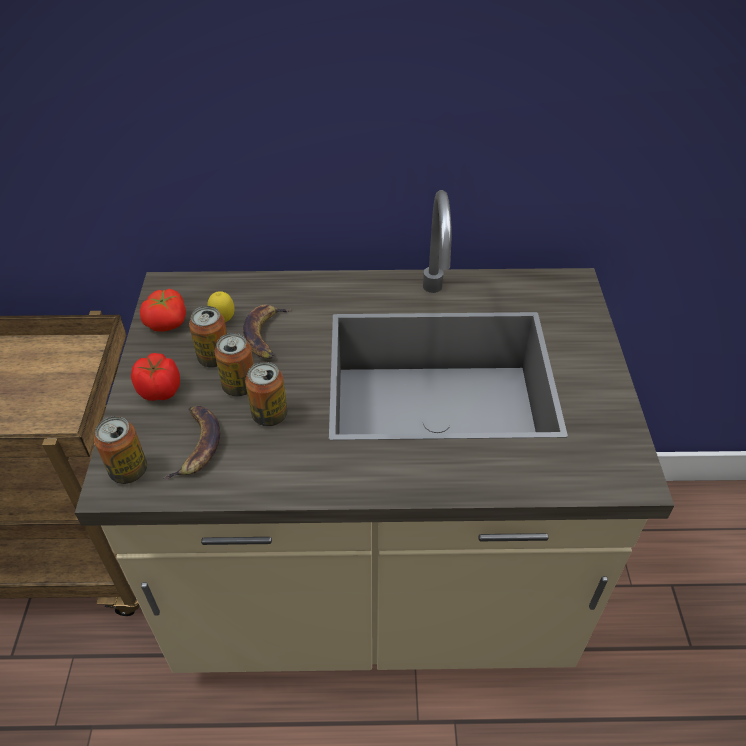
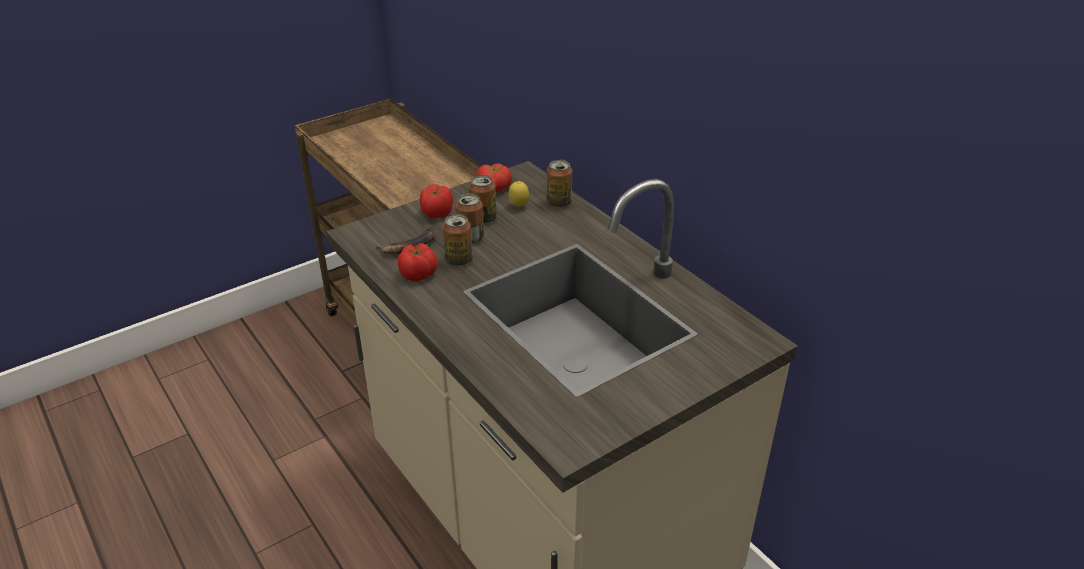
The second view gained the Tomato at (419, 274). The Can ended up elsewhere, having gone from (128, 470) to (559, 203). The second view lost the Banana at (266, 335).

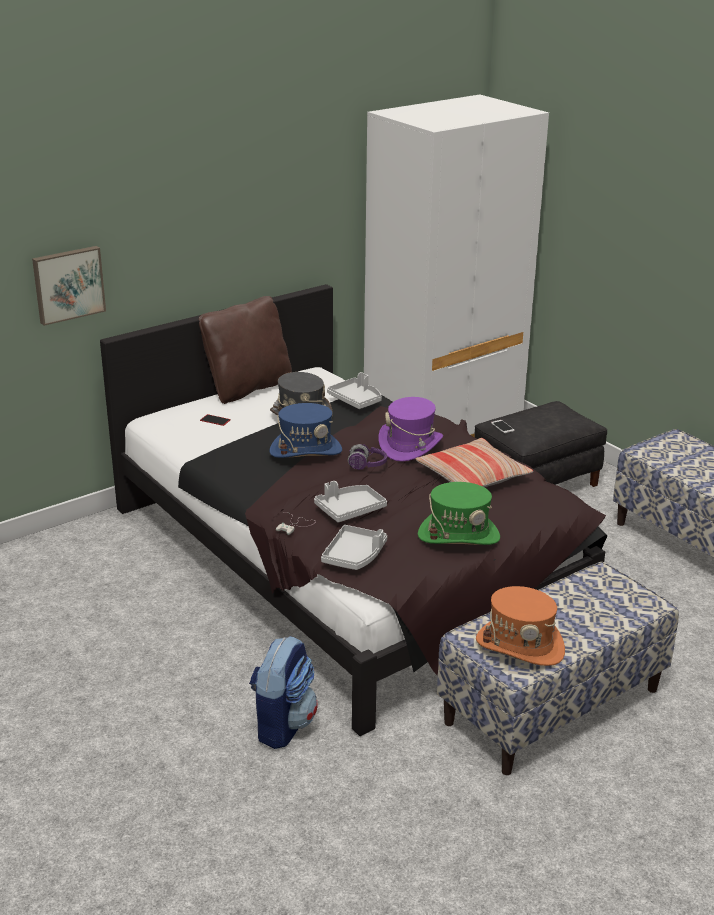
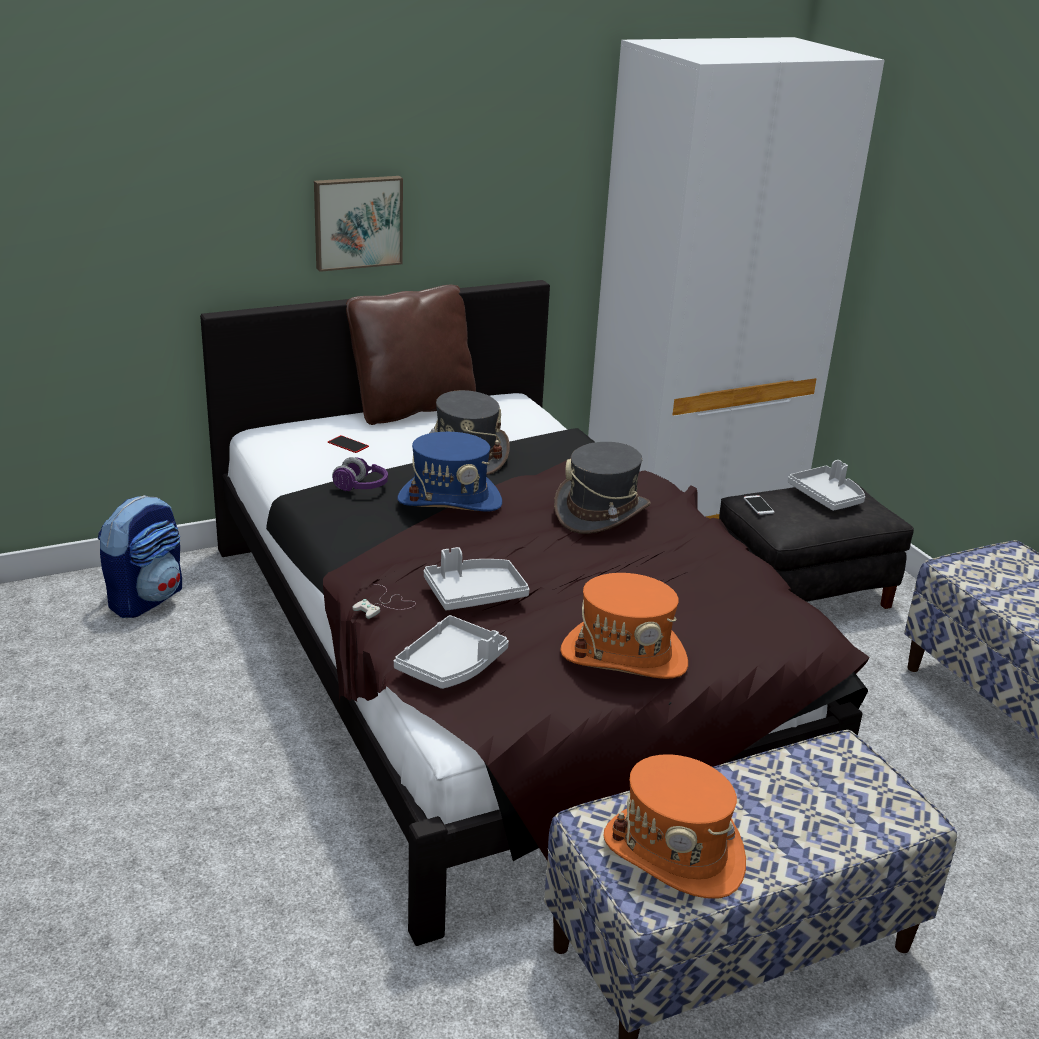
The Backpack ended up elsewhere, having gone from (283, 724) to (146, 598). The Picture ended up elsewhere, having gone from (68, 284) to (357, 222). The PurpleHeadphones ended up elsewhere, having gone from (367, 465) to (361, 487). What was the PurpleHat at (410, 445) turned into the GreyHat at (601, 513). What was the GreenHat at (458, 535) turned into the OrangeHat at (624, 657). The GreyTray ended up elsewhere, having gone from (356, 400) to (827, 497). The second view lost the Pillow at (472, 476).

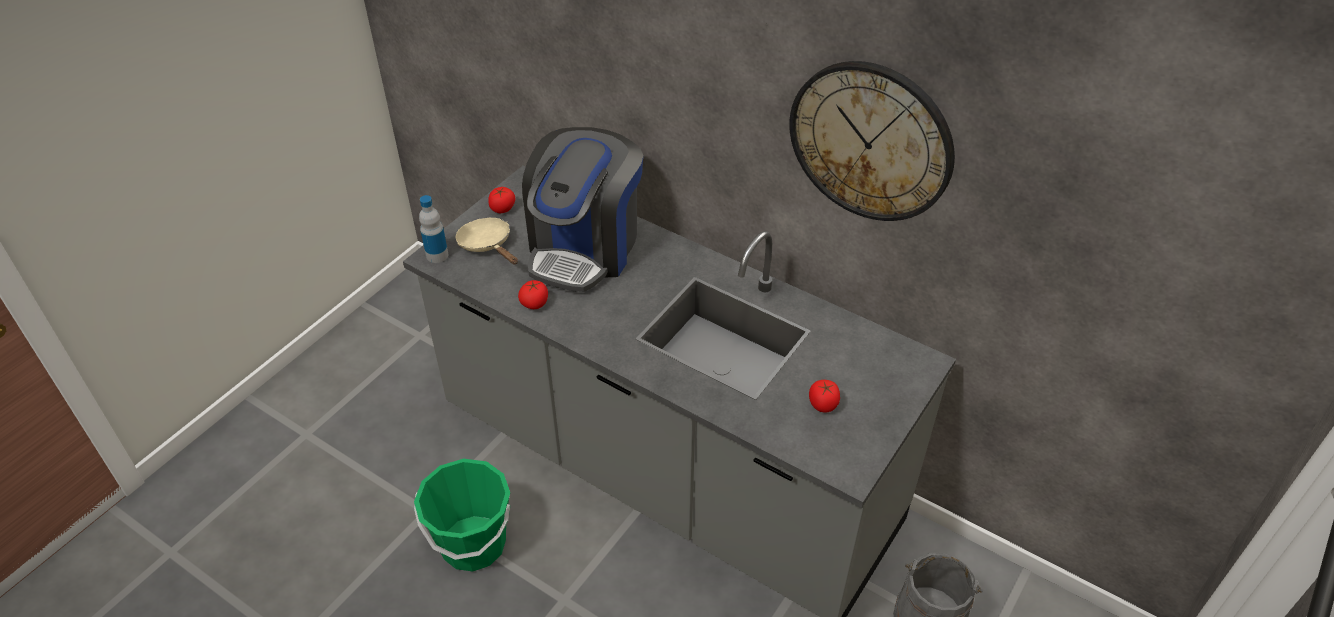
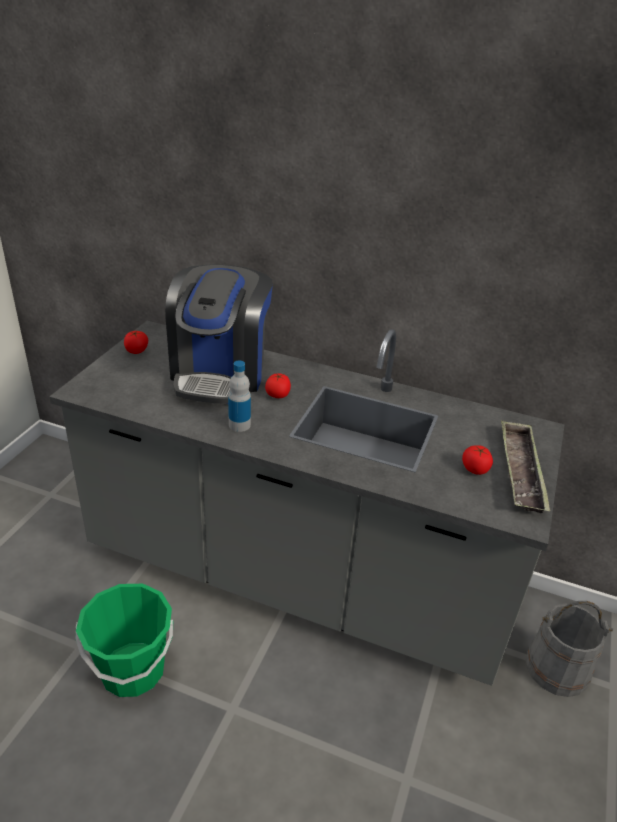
The Bottle ended up elsewhere, having gone from (437, 255) to (239, 425). The Tomato ended up elsewhere, having gone from (534, 303) to (277, 395). The second view gained the Tray at (521, 471). The second view lost the BeigeFryingPan at (488, 245). The second view lost the WallClock at (871, 141).

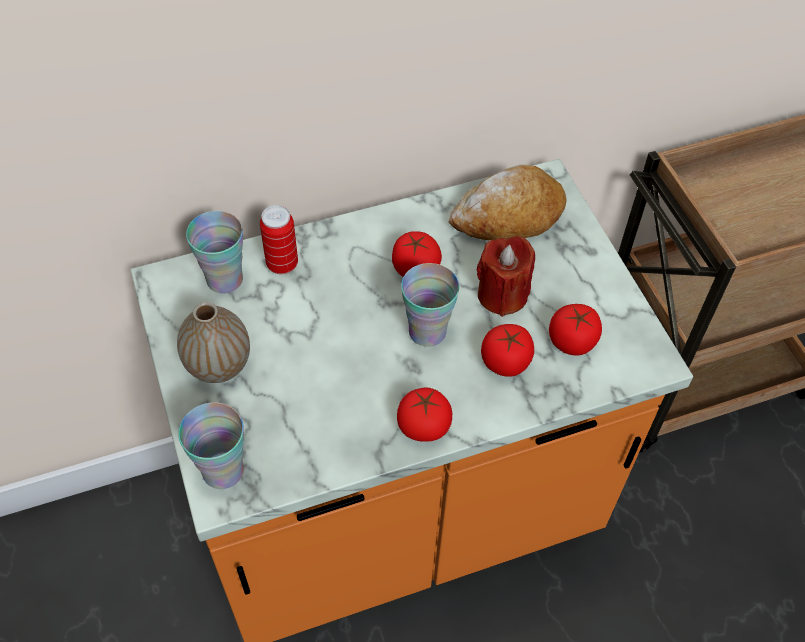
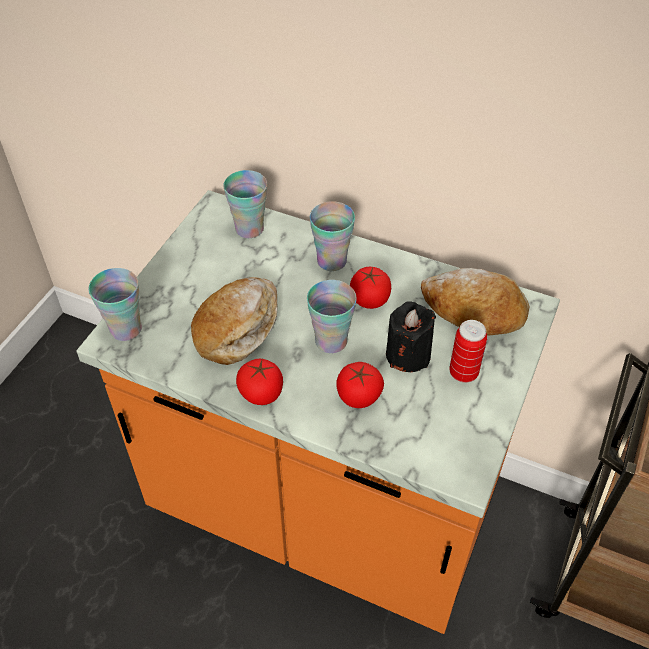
The second view gained the Bread at (237, 328). The second view gained the Cup at (331, 261). What was the RedCandle at (502, 295) turned into the BlackCandle at (408, 355). The Can ended up elsewhere, having gone from (282, 264) to (463, 373). The second view lost the Vase at (219, 365). The second view lost the Tomato at (572, 341).

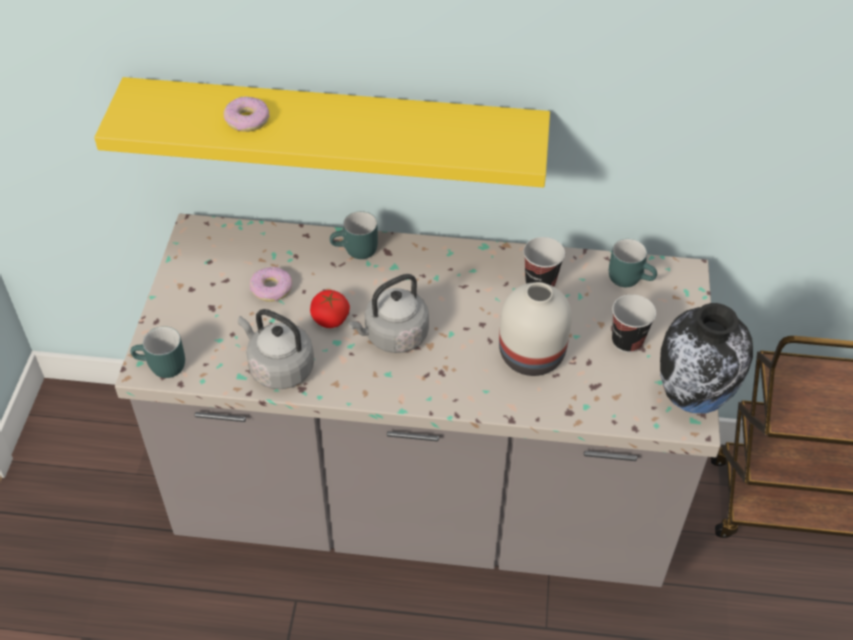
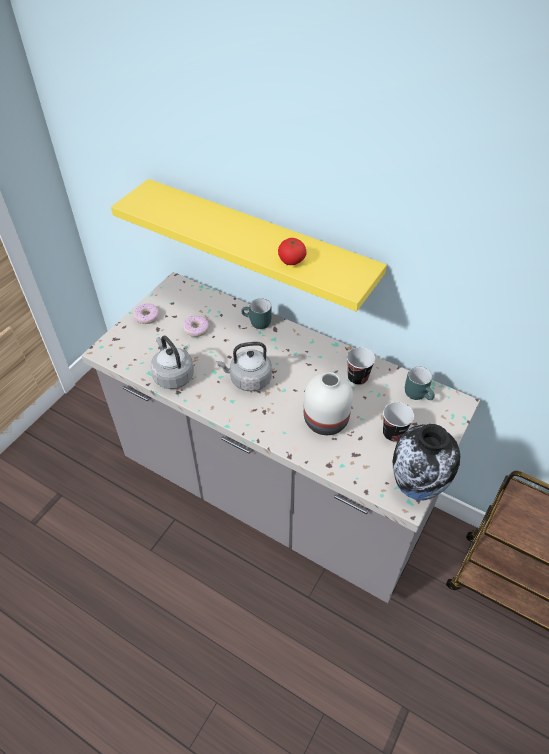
The Donut ended up elsewhere, having gone from (247, 120) to (146, 317). The Tomato ended up elsewhere, having gone from (330, 319) to (291, 261). The second view lost the TurquoiseMug at (161, 368).

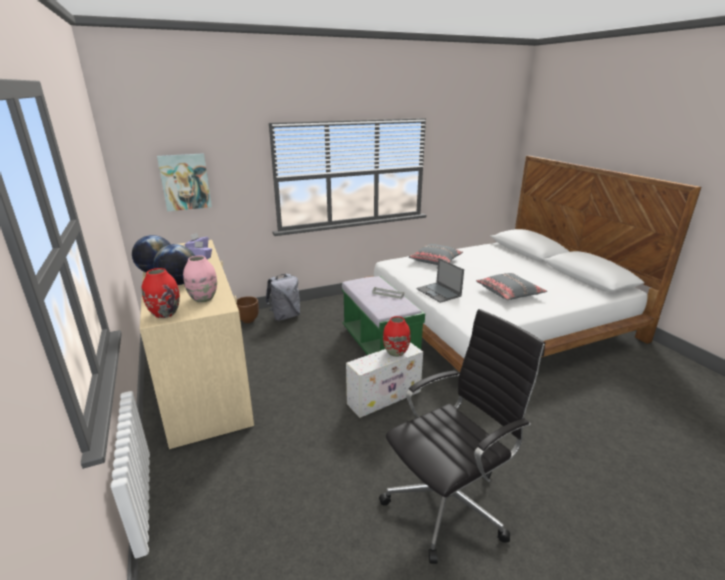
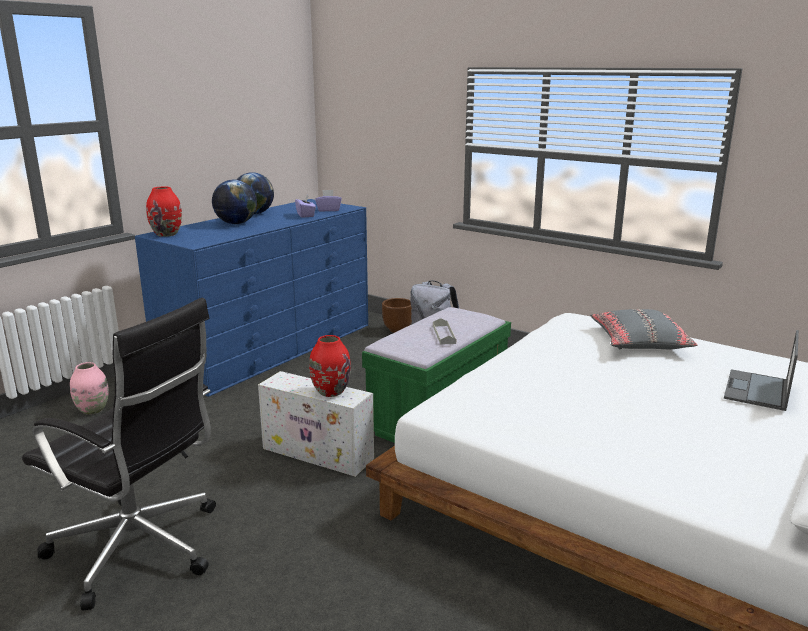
The PinkVase ended up elsewhere, having gone from (204, 298) to (93, 410). What was the BeigeDresser at (203, 376) turned into the BlueDresser at (270, 347). The Laptop ended up elsewhere, having gone from (439, 292) to (757, 390). The second view lost the Picture at (185, 182). The second view lost the GreyPillow at (509, 293).

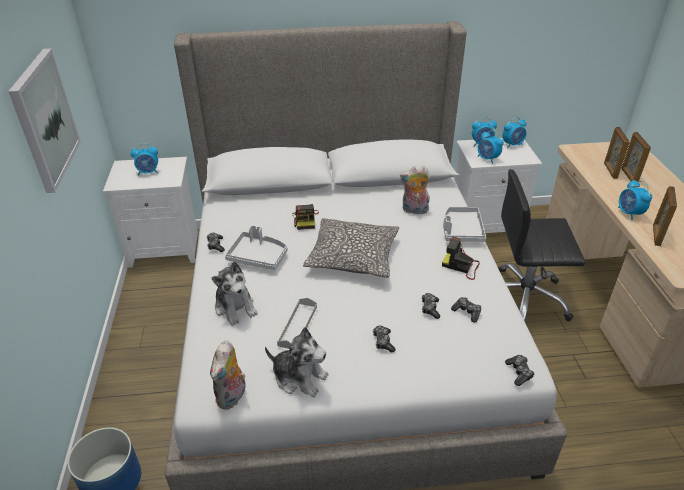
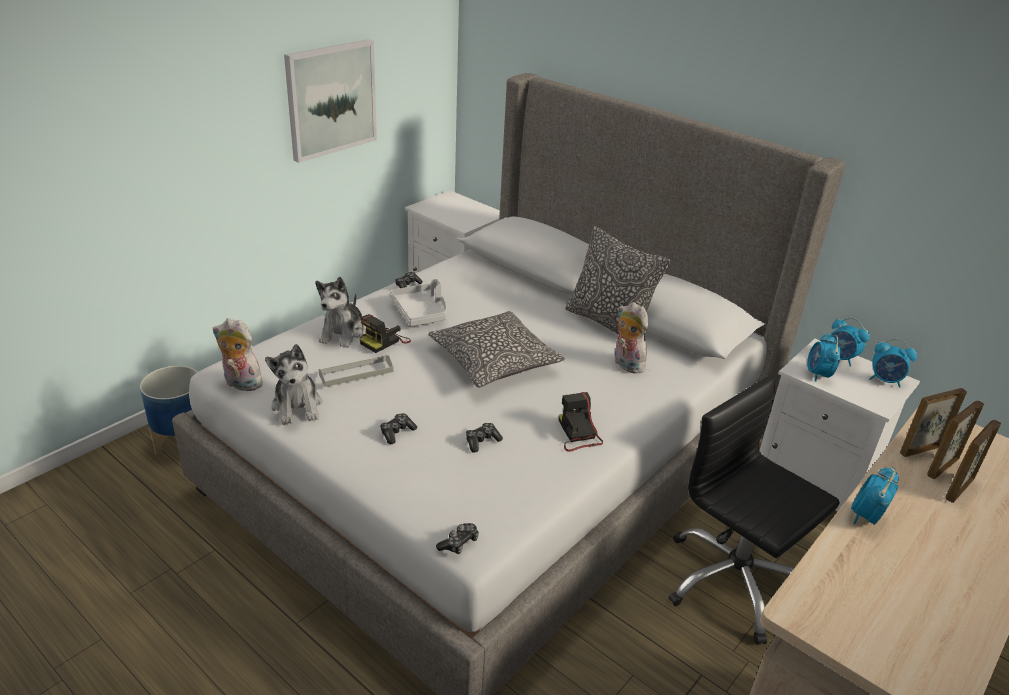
The PlushToy at (232, 397) ended up facing another way, 45 degrees clockwise from before. The PhotoCamera ended up elsewhere, having gone from (305, 220) to (384, 341). The second view gained the Pillow at (609, 324). The PictureFrame ended up elsewhere, having gone from (656, 235) to (920, 449). The second view lost the AlarmClock at (148, 172). The second view lost the GreyTray at (461, 230). The second view lost the GameController at (467, 312).

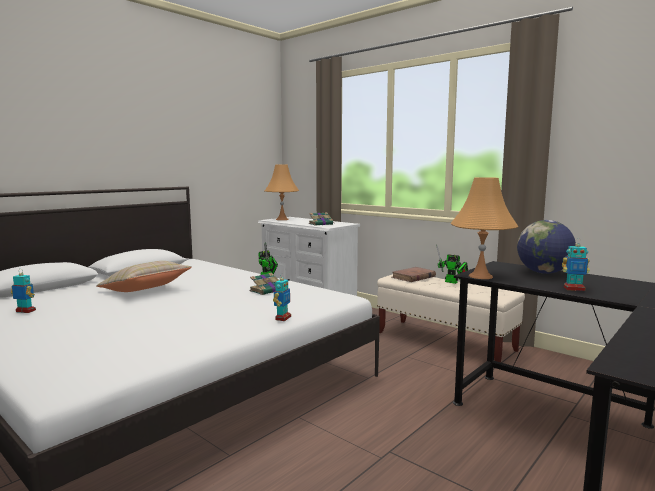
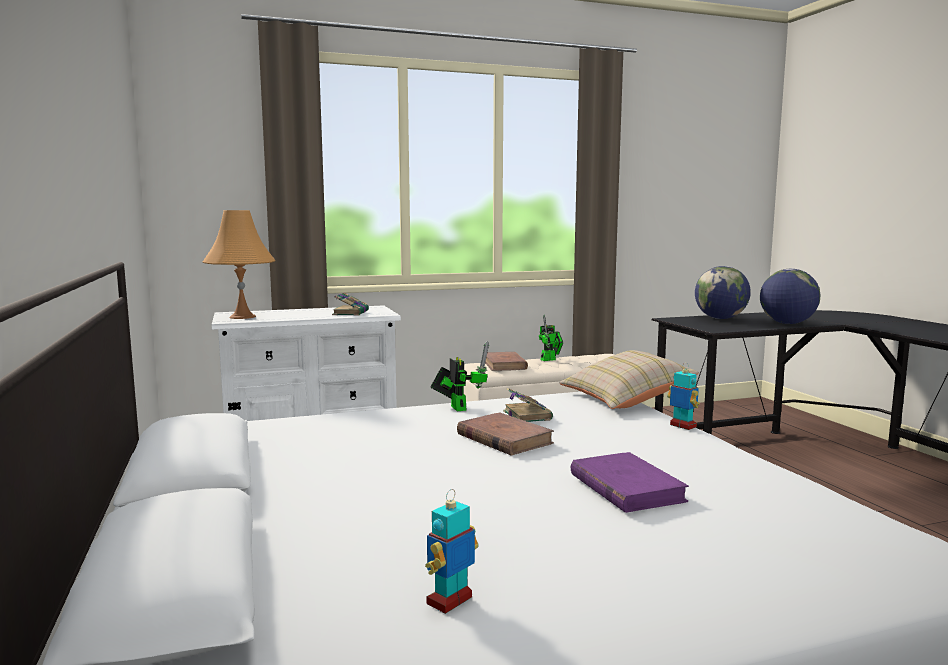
The second view gained the BrownBook at (504, 439). The BeigePillow ended up elsewhere, having gone from (145, 290) to (625, 399). The second view gained the PurpleBook at (626, 487). Where the ToyRobot stood at (574, 289), the Globe came to stand at (787, 323). The second view lost the OrangeTableLamp at (480, 276).

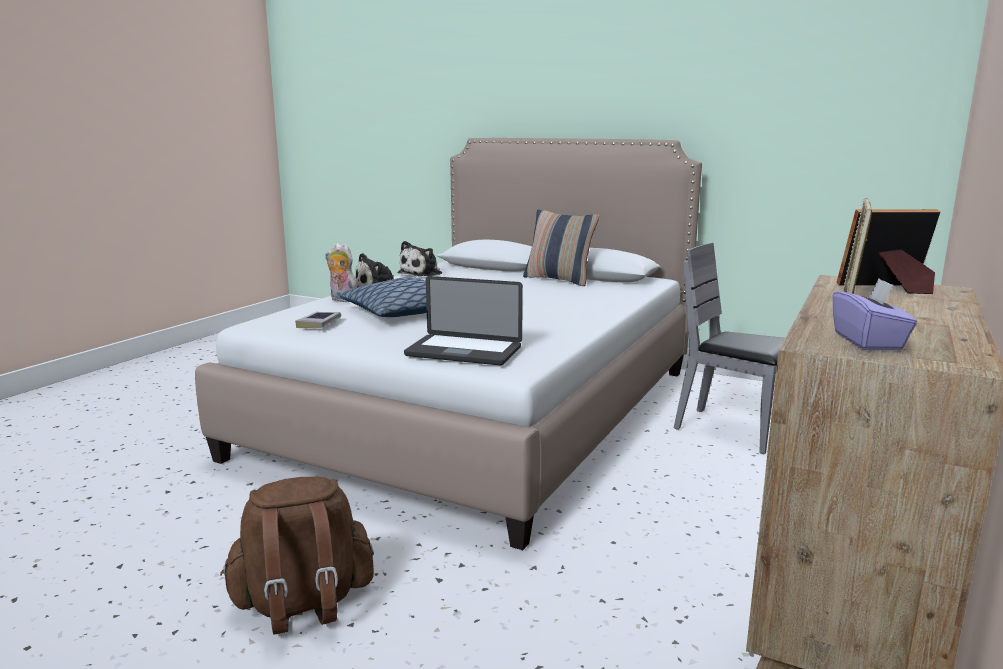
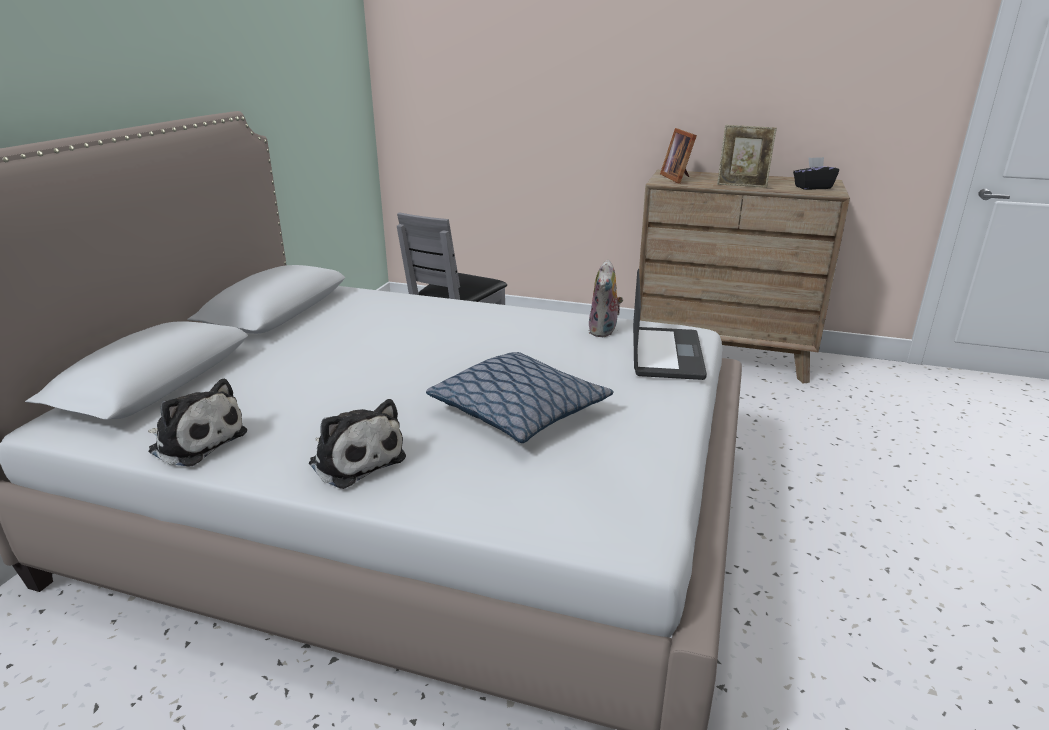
The PlushToy ended up elsewhere, having gone from (342, 300) to (604, 331). What was the PurpleTissueBox at (868, 342) turned into the BlackTissueBox at (812, 187). The second view lost the BrownBackpack at (303, 604). The second view lost the Book at (319, 323). The second view lost the Pillow at (559, 280).

